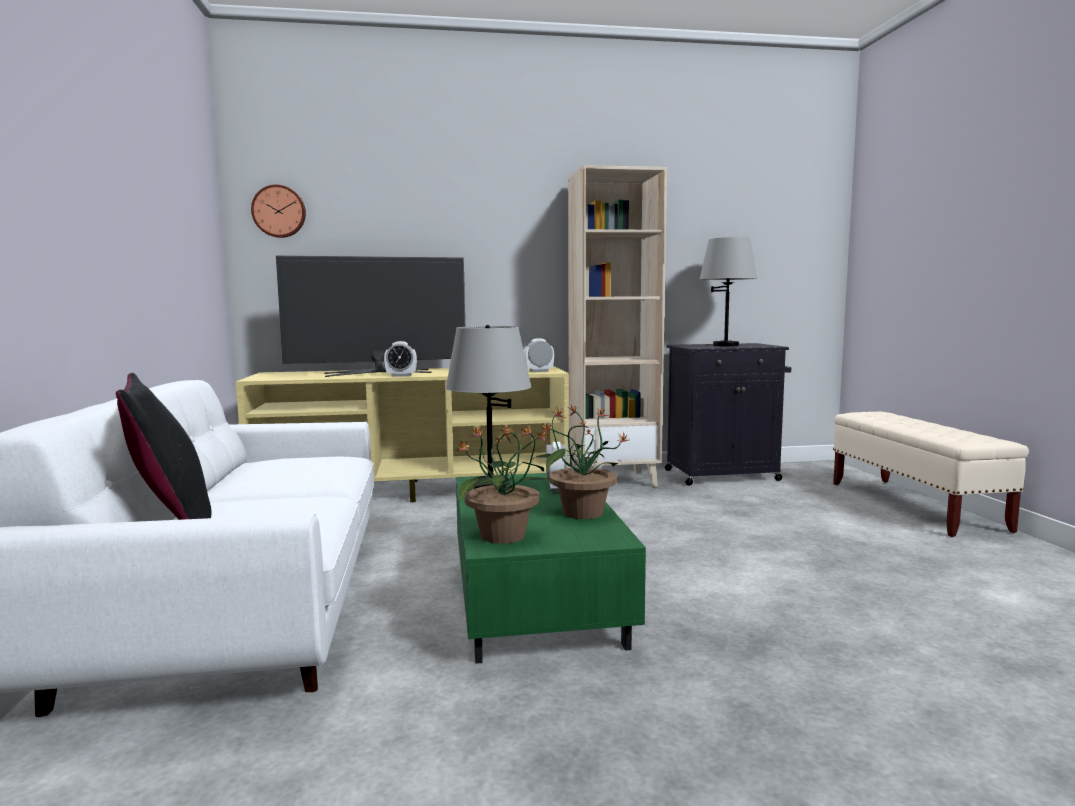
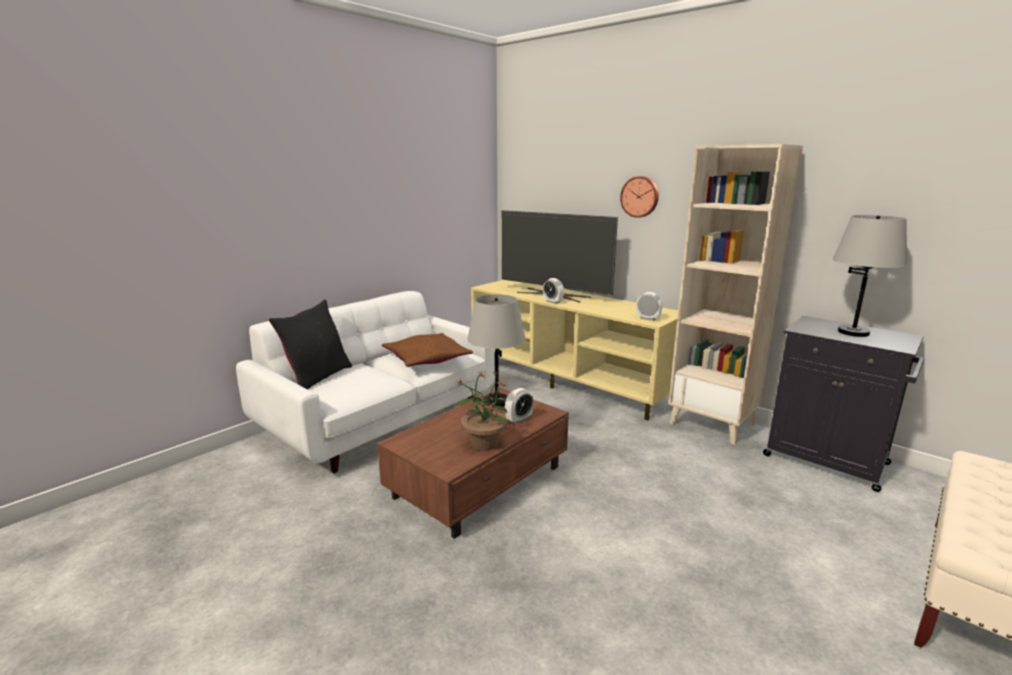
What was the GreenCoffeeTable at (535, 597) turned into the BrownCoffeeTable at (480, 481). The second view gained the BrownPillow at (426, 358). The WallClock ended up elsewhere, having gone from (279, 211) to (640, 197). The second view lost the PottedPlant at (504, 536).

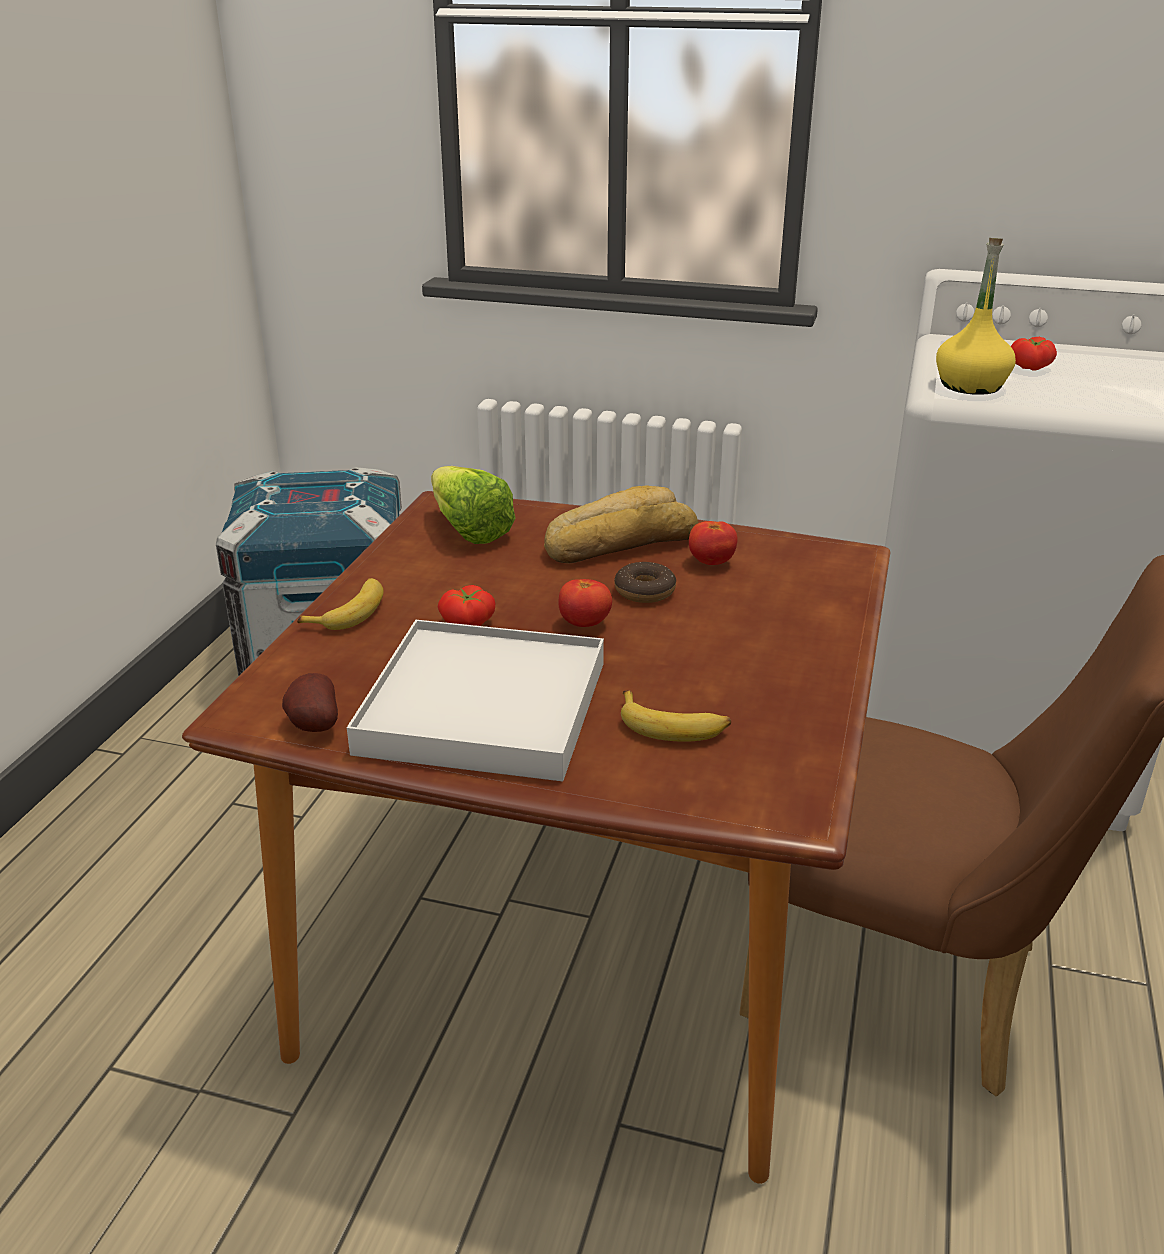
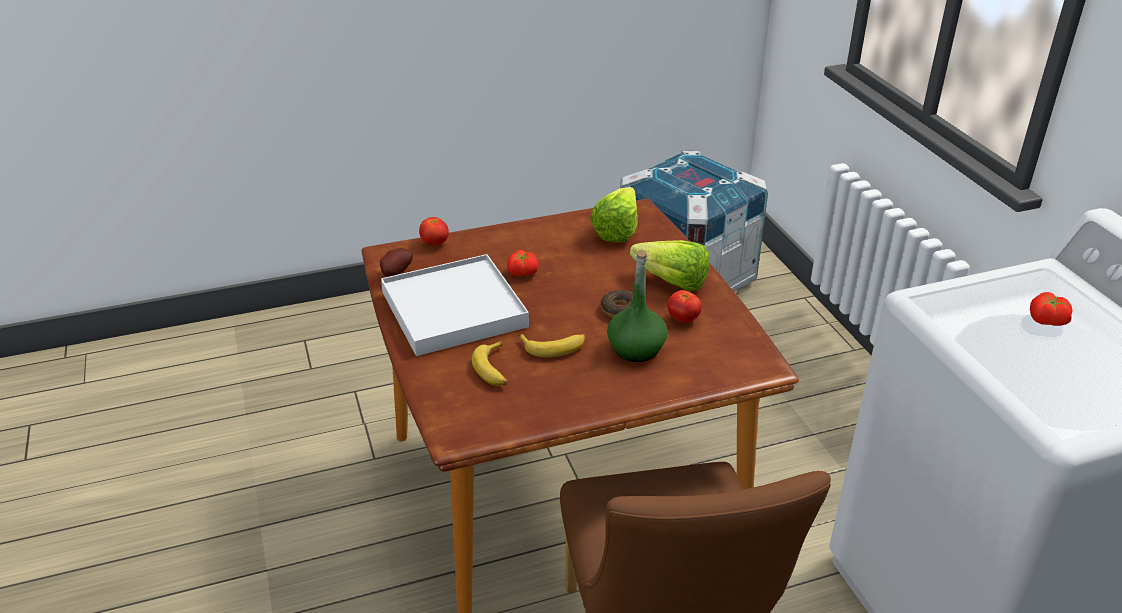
The Tomato ended up elsewhere, having gone from (585, 624) to (434, 243). The Banana ended up elsewhere, having gone from (349, 612) to (554, 347). The second view gained the GreenBottle at (636, 349). Where the Bread stood at (618, 542), the Lettuce came to stand at (666, 280). The second view lost the YellowBottle at (970, 385).

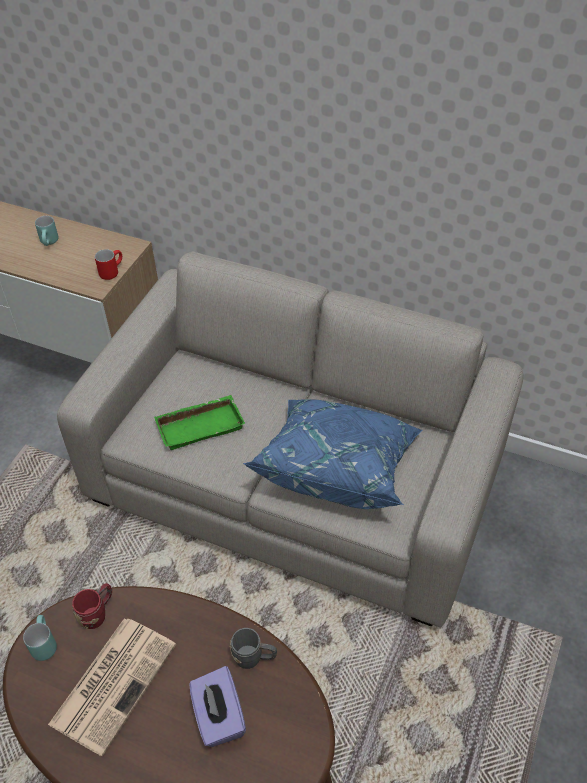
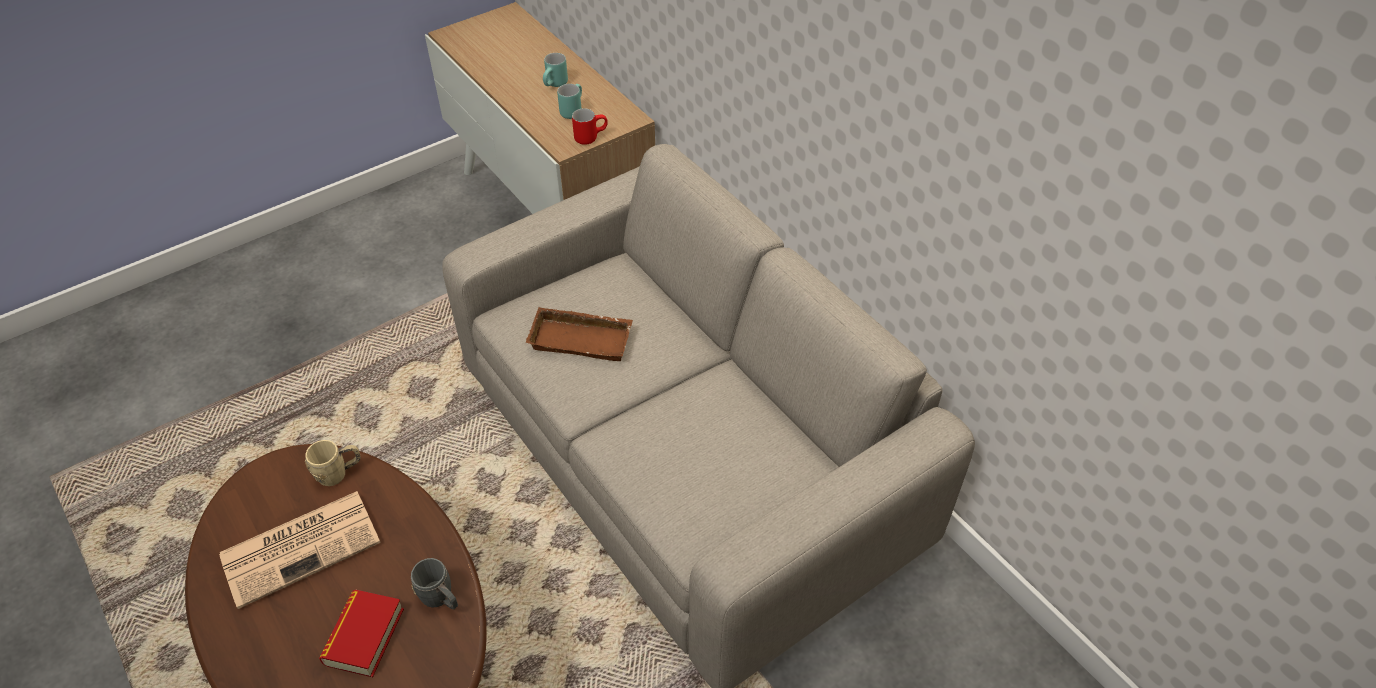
What was the RedMug at (97, 613) turned into the BeigeMug at (339, 473). Where the PurpleTissueBox stood at (219, 717), the Book came to stand at (364, 636). What was the GreenTray at (200, 425) turned into the BrownTray at (582, 338). The TurquoiseMug ended up elsewhere, having gone from (42, 644) to (571, 110). The second view lost the BluePillow at (338, 467).

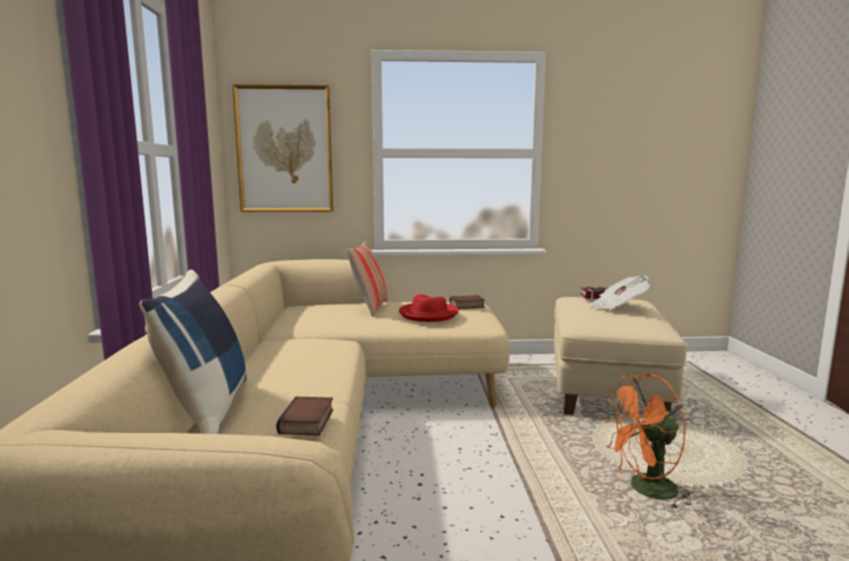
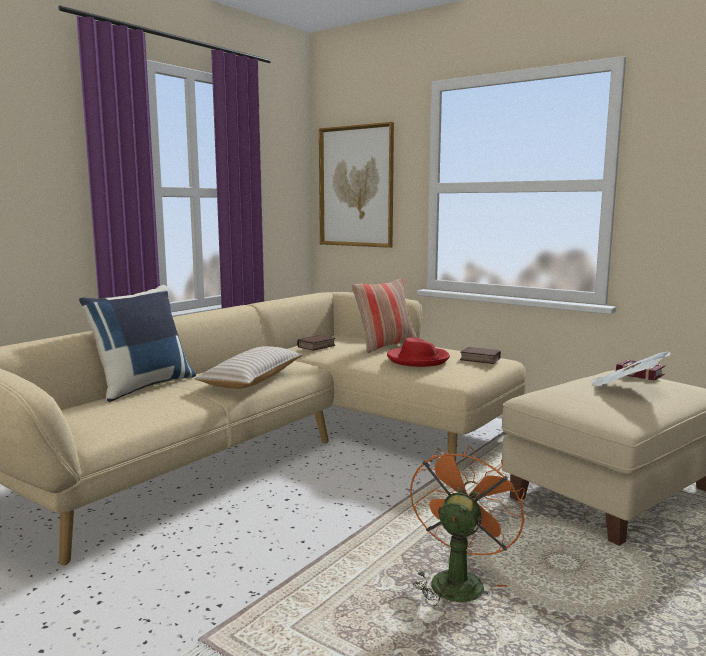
The second view gained the BeigePillow at (253, 379). The Book ended up elsewhere, having gone from (308, 422) to (316, 346). The OrangeFan at (645, 490) ended up facing another way, 90 degrees clockwise from before.

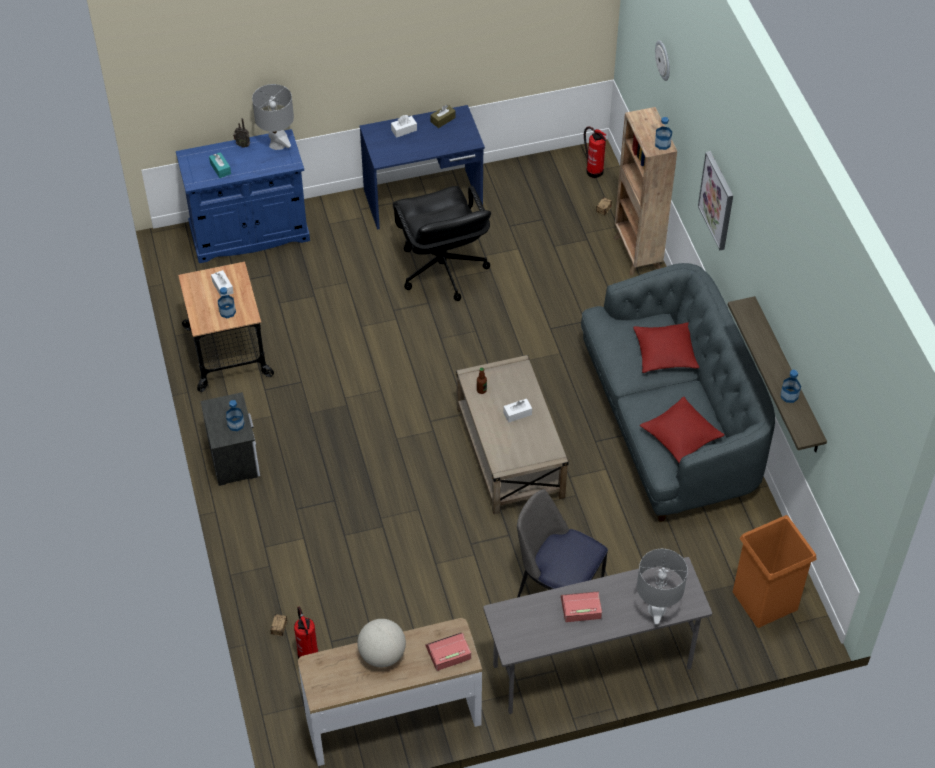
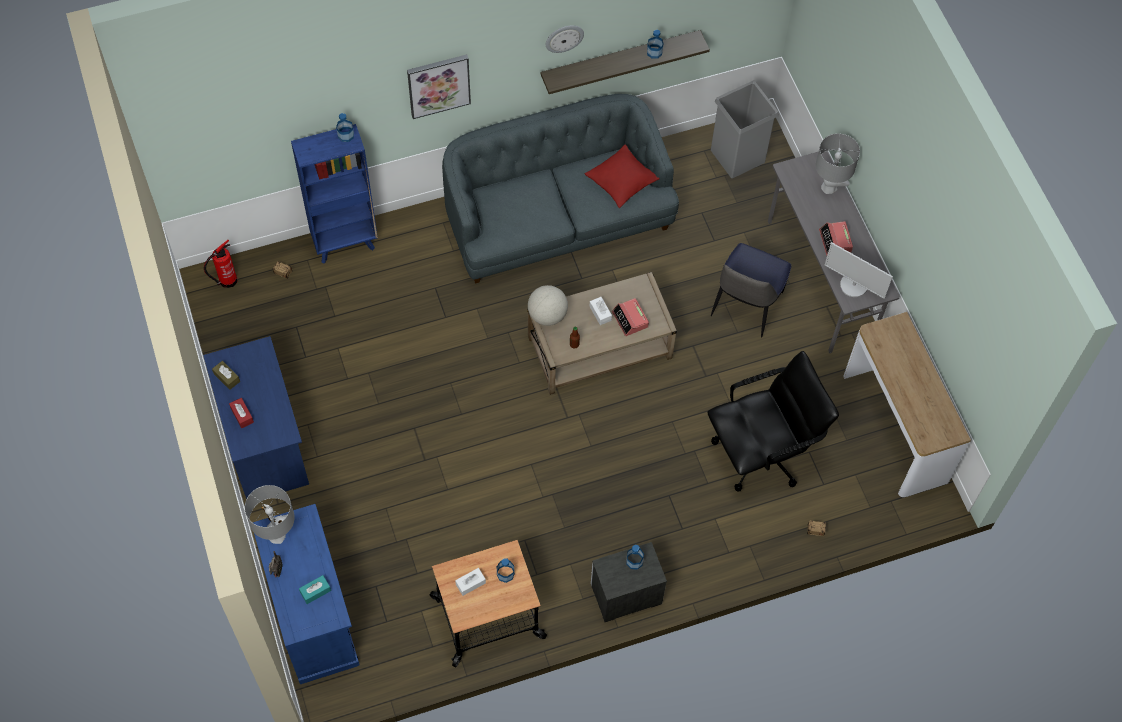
What was the WhiteTissueBox at (404, 130) turned into the RedTissueBox at (242, 415). What was the BrownBookcase at (637, 254) turned into the BlueBookcase at (345, 243). The Globe ended up elsewhere, having gone from (382, 655) to (547, 315). The WallClock ended up elsewhere, having gone from (663, 60) to (564, 38). The AlarmClock ended up elsewhere, having gone from (448, 653) to (630, 319). The BlackOfficeChair ended up elsewhere, having gone from (442, 270) to (761, 453). What was the OrangeTrashCan at (765, 600) turned into the GreyTrashCan at (738, 156). The second view gained the Monitor at (853, 285). The second view lost the FireExtinguisher at (308, 652). The second view lost the RedPillow at (665, 353).

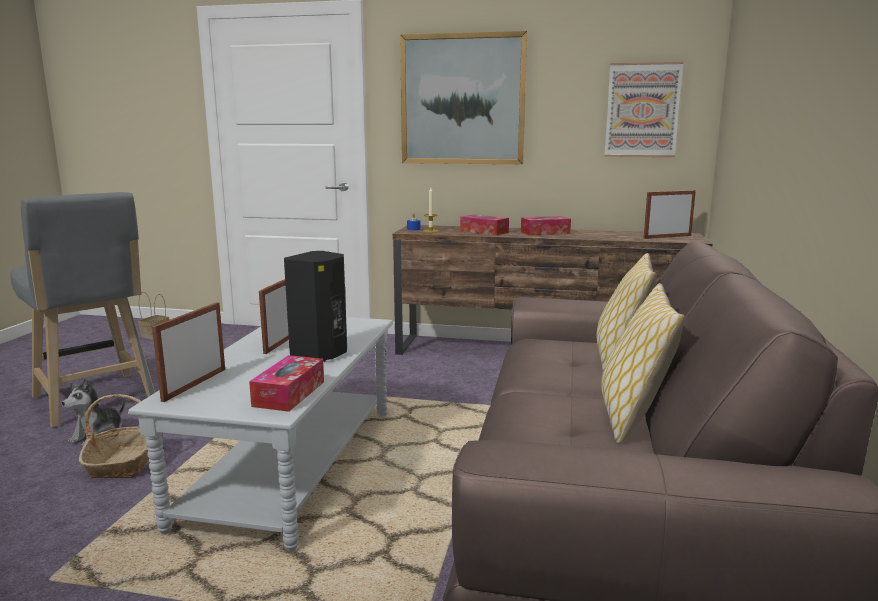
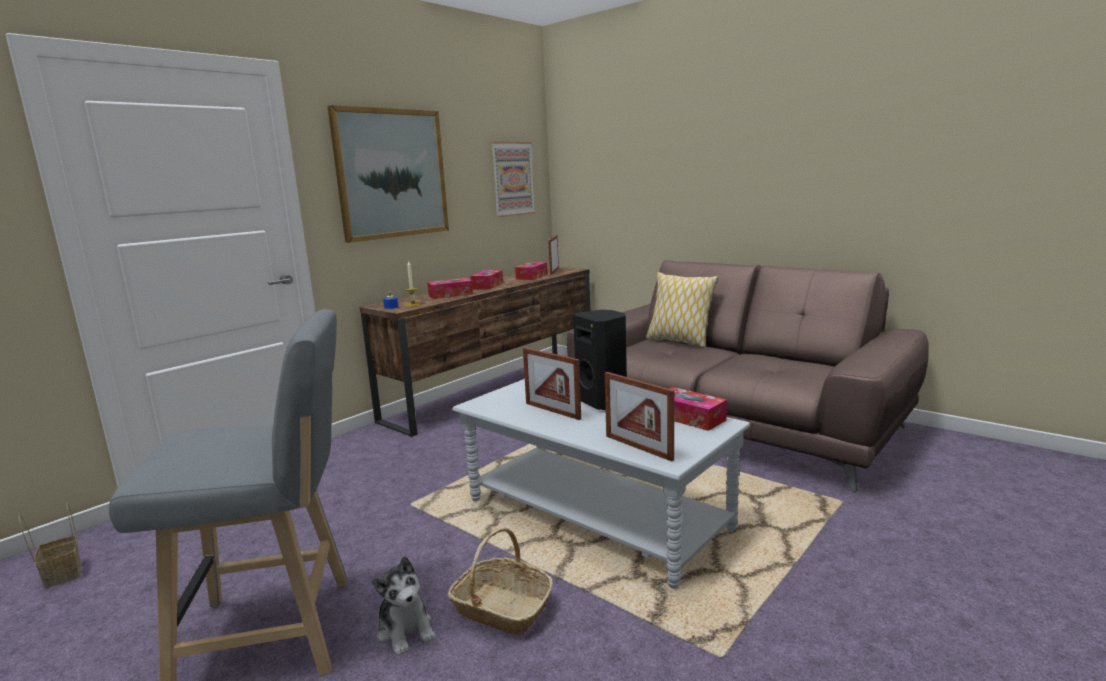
The second view gained the TissueBox at (531, 276). The second view lost the Pillow at (632, 417).

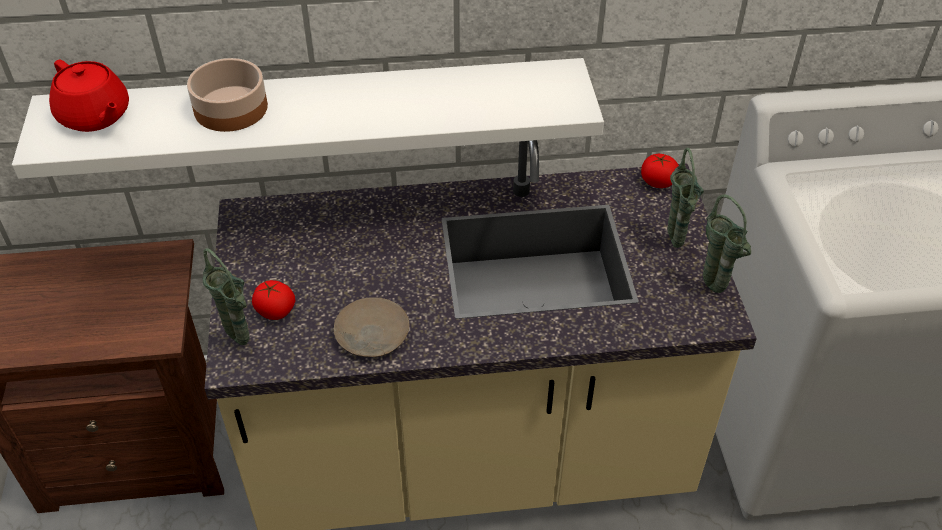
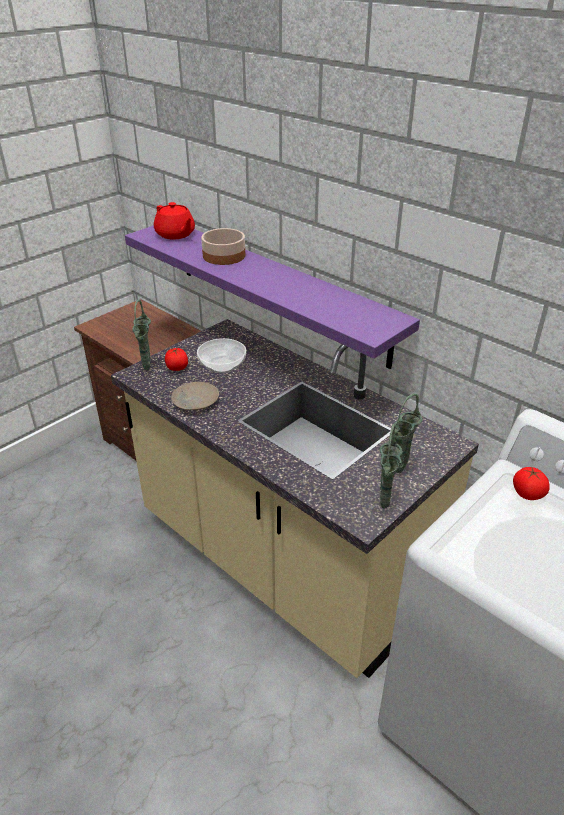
What was the WhiteShelf at (319, 114) turned into the PurpleShelf at (277, 289). The RedTeapot at (95, 116) ended up facing another way, 45 degrees counterclockwise from before. The second view gained the Bowl at (222, 366). The Tomato ended up elsewhere, having gone from (657, 182) to (527, 494).

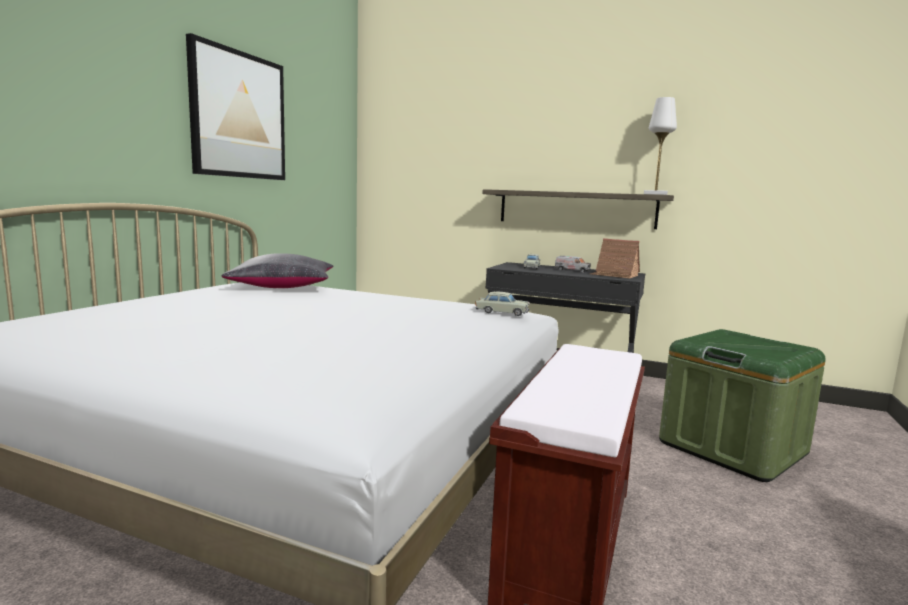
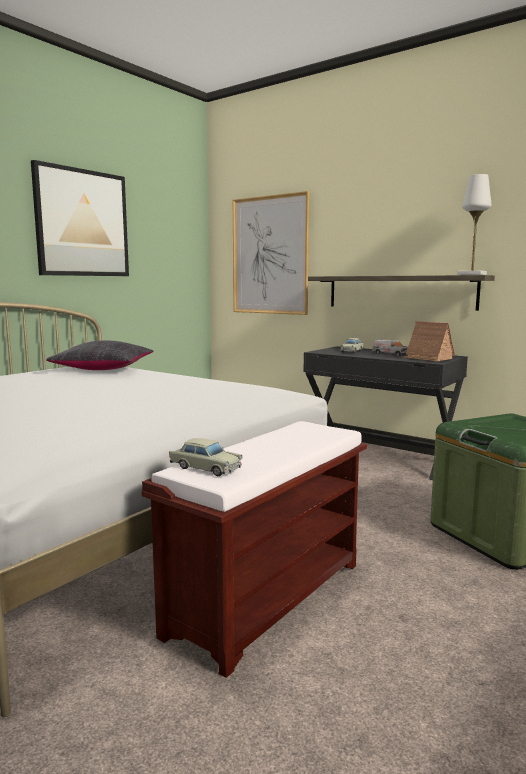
The BeigeToyCar ended up elsewhere, having gone from (502, 312) to (205, 468). The second view gained the Picture at (270, 255).

